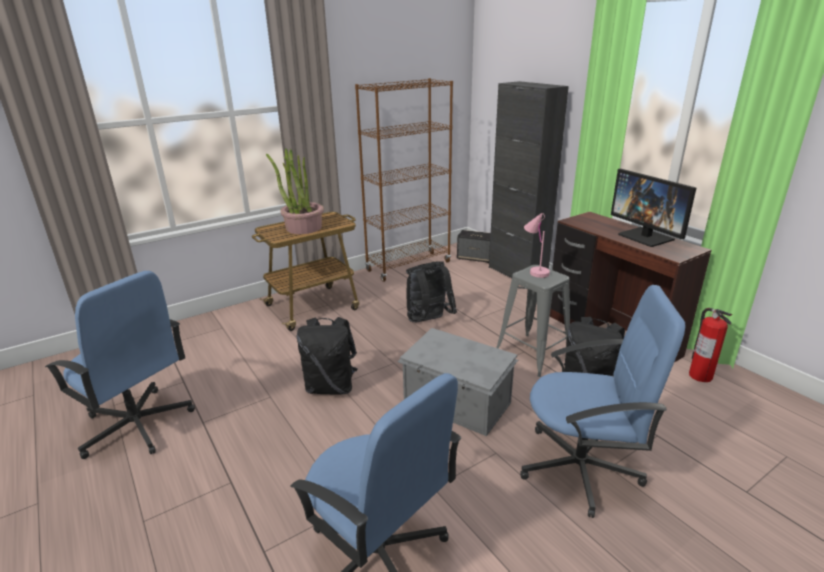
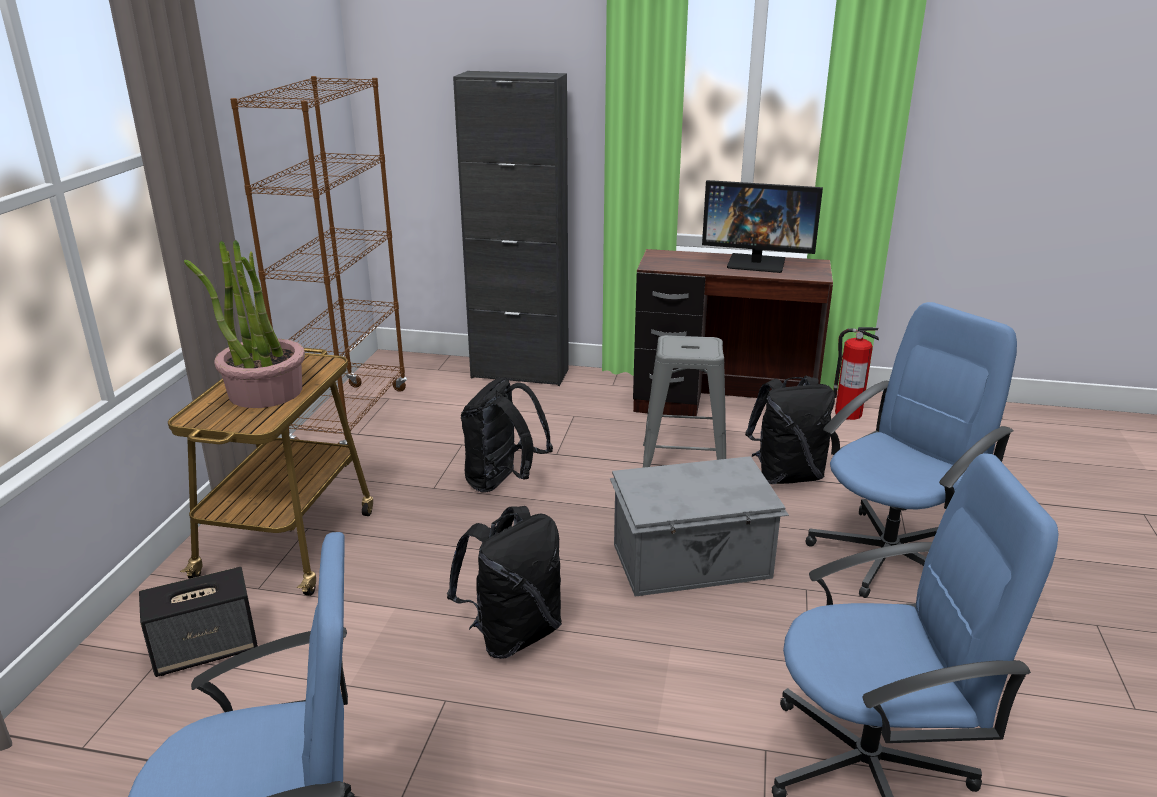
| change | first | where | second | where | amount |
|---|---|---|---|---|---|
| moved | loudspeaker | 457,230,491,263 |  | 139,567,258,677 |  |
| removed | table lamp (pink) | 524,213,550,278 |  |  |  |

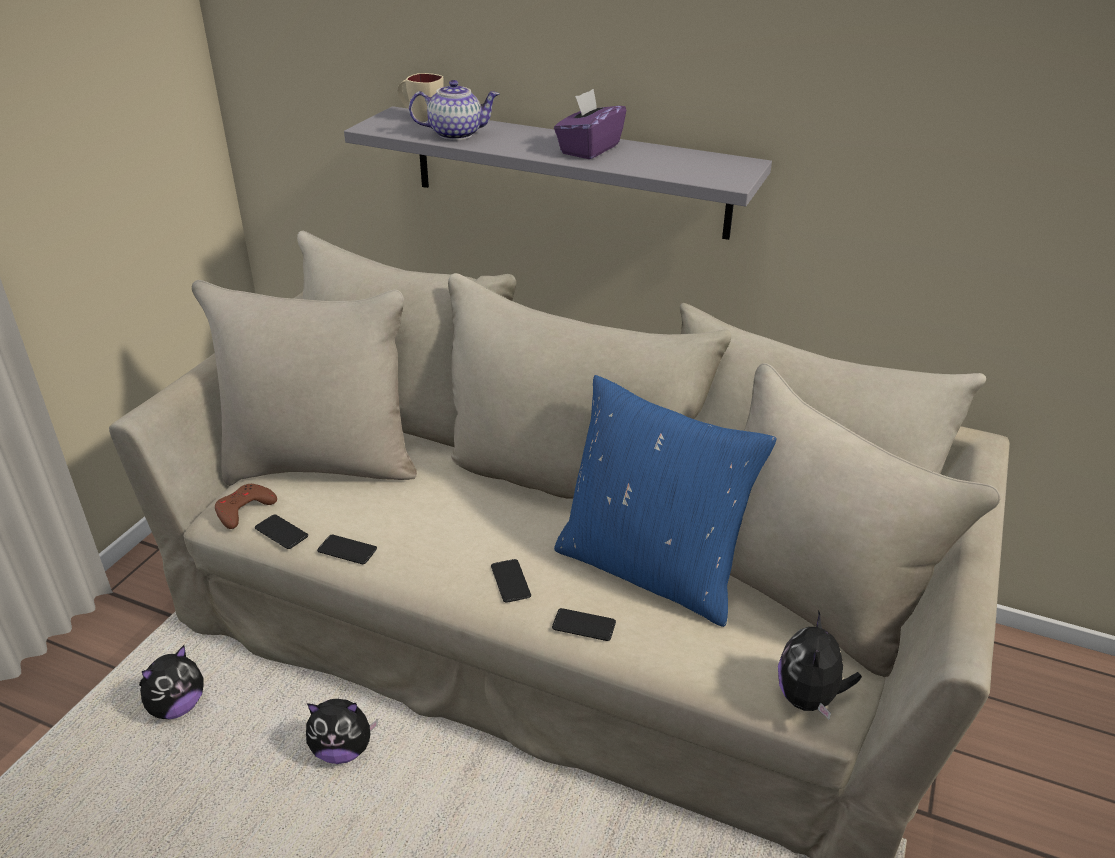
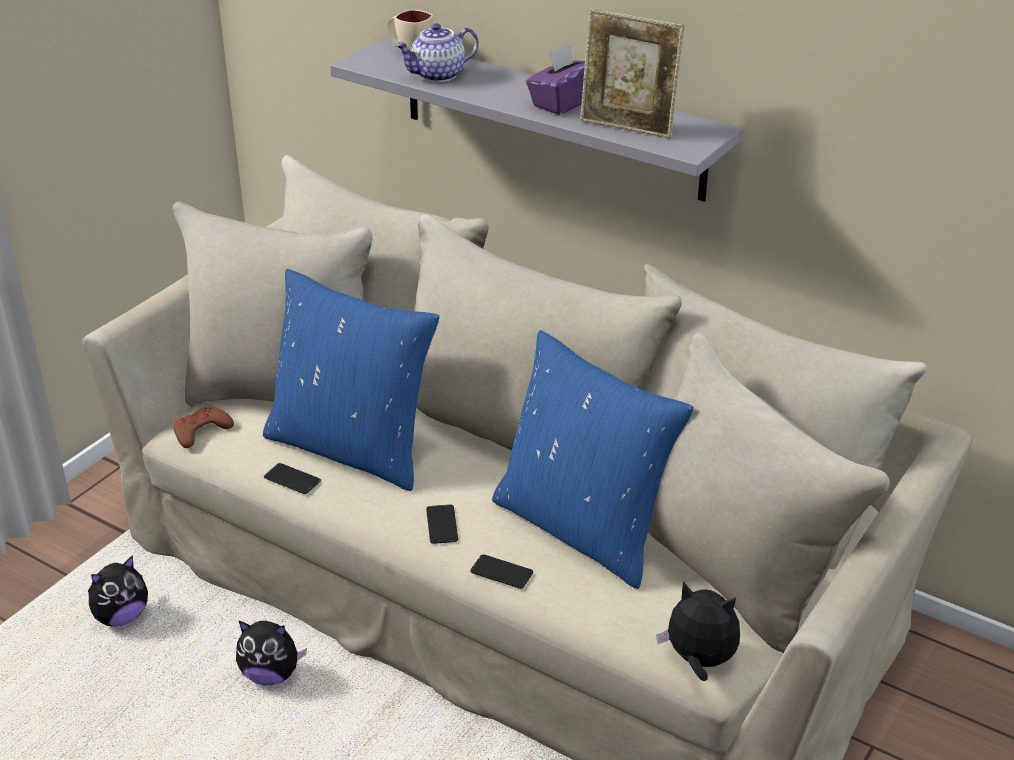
| change | first | where | second | where | amount |
|---|---|---|---|---|---|
| added |  |  | pillow (blue) | 263,269,439,491 |  |
| turned | tea pot | 409,80,499,140 |  | 395,23,479,82 | 150 degrees clockwise |
| added |  |  | photo frame | 580,8,685,139 |  |
| turned | soft toy | 778,610,862,719 |  | 656,581,740,681 | 90 degrees clockwise |
| removed | handset | 255,514,308,549 |  |  |  |

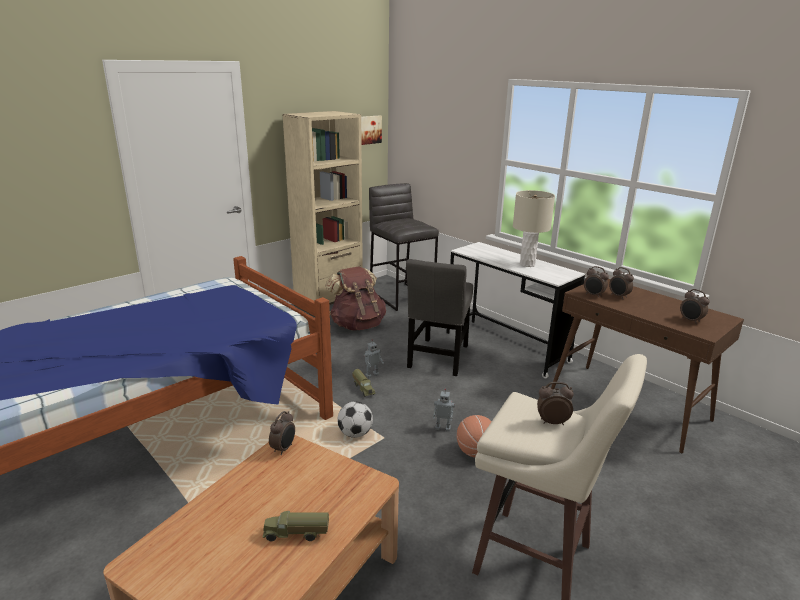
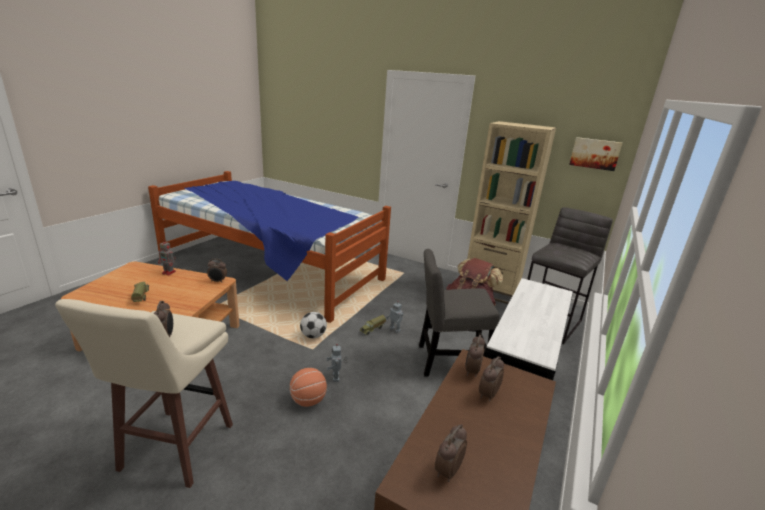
| change | first | where | second | where | amount |
|---|---|---|---|---|---|
| added |  |  | model robot | 158,239,176,275 |  |
| removed | table lamp (sand-coloured) | 513,190,555,267 |  |  |  |

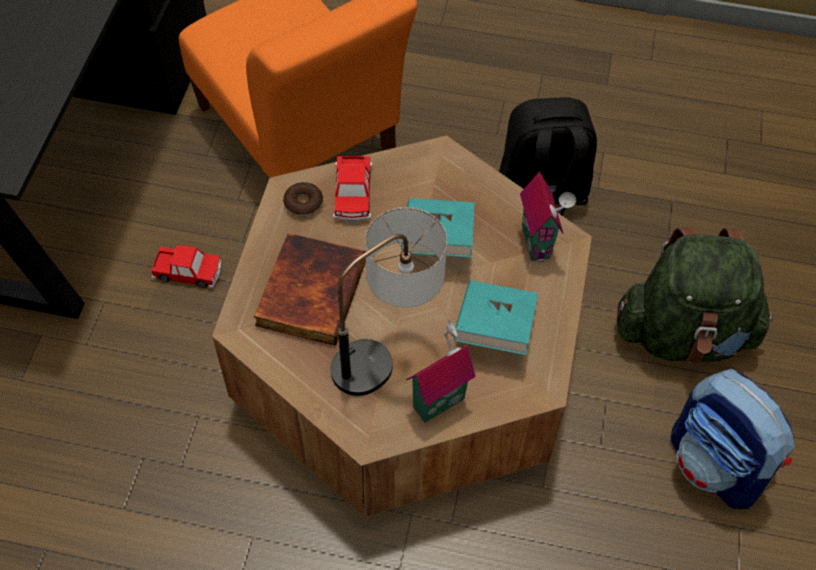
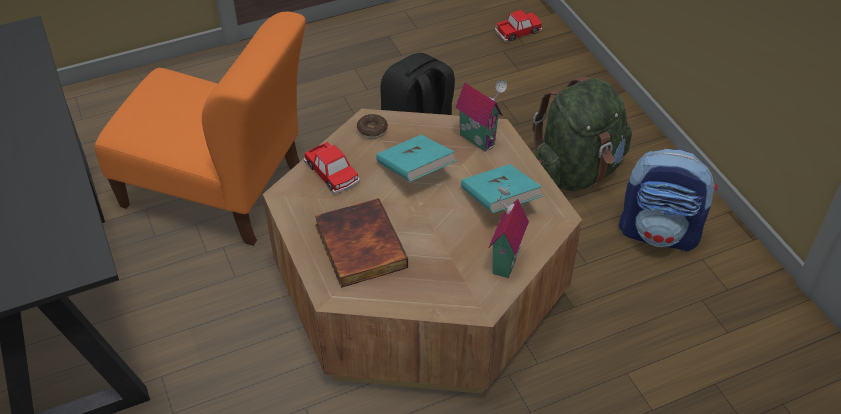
| change | first | where | second | where | amount |
|---|---|---|---|---|---|
| moved | ring doughnut | 283,182,323,217 |  | 357,114,388,139 |  |
| moved | miniature car | 152,245,222,289 |  | 495,10,542,42 |  |
| removed | table lamp | 331,207,447,396 |  |  |  |

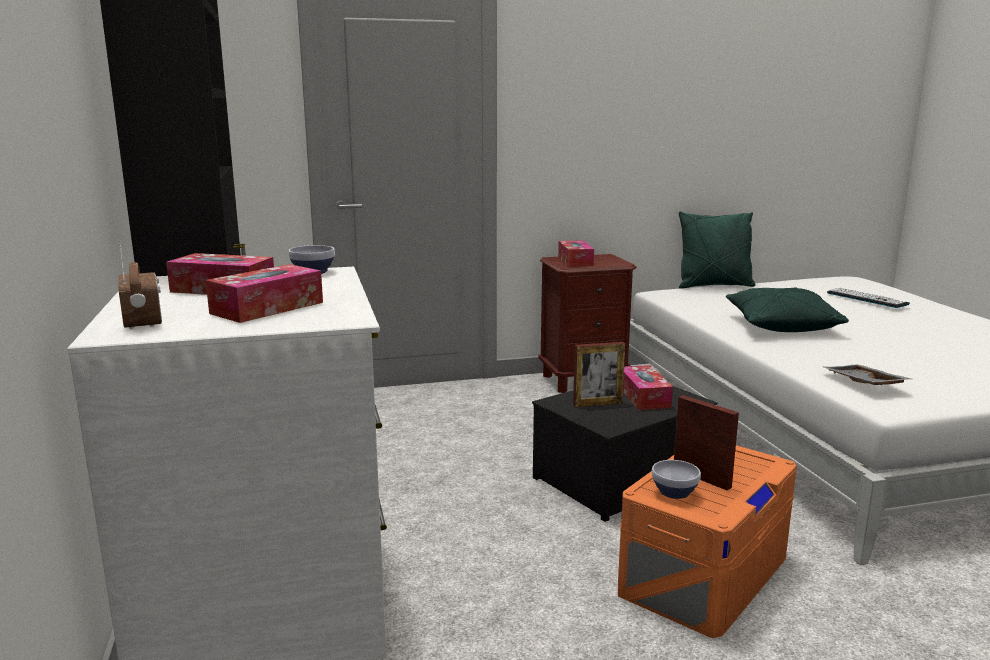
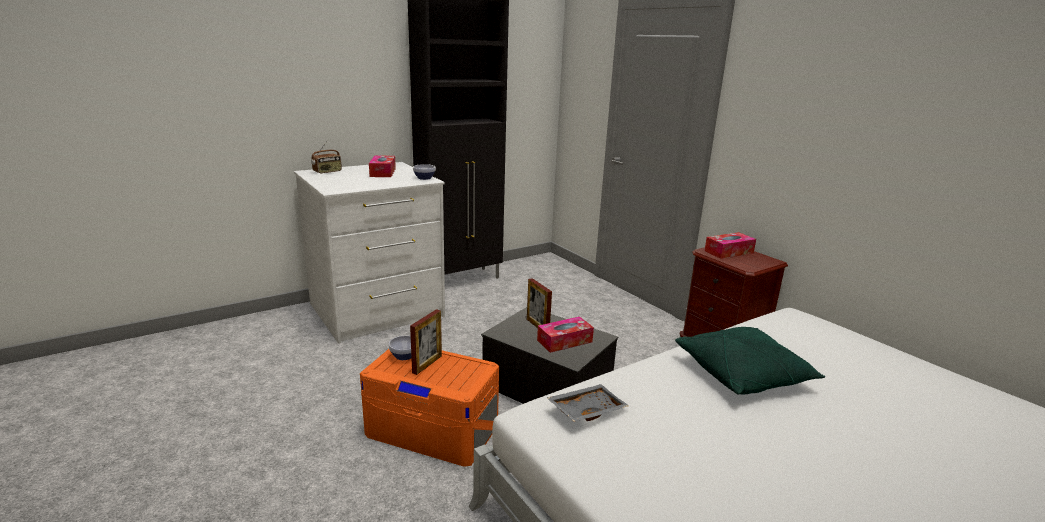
| change | first | where | second | where | amount |
|---|---|---|---|---|---|
| removed | box of tissues | 206,264,323,323 |  |  |  |
| removed | pillow (green) | 679,211,756,289 |  |  |  |
| removed | keyboard | 827,288,910,308 |  |  |  |

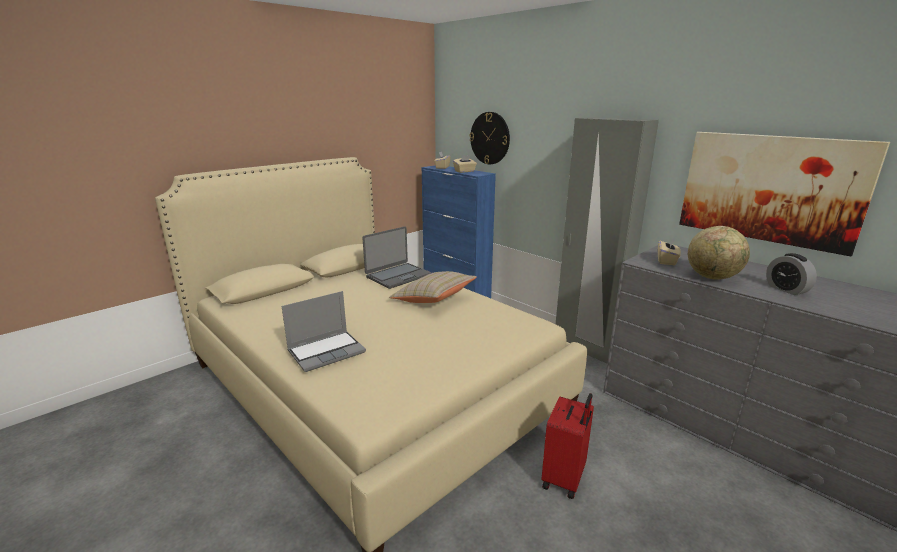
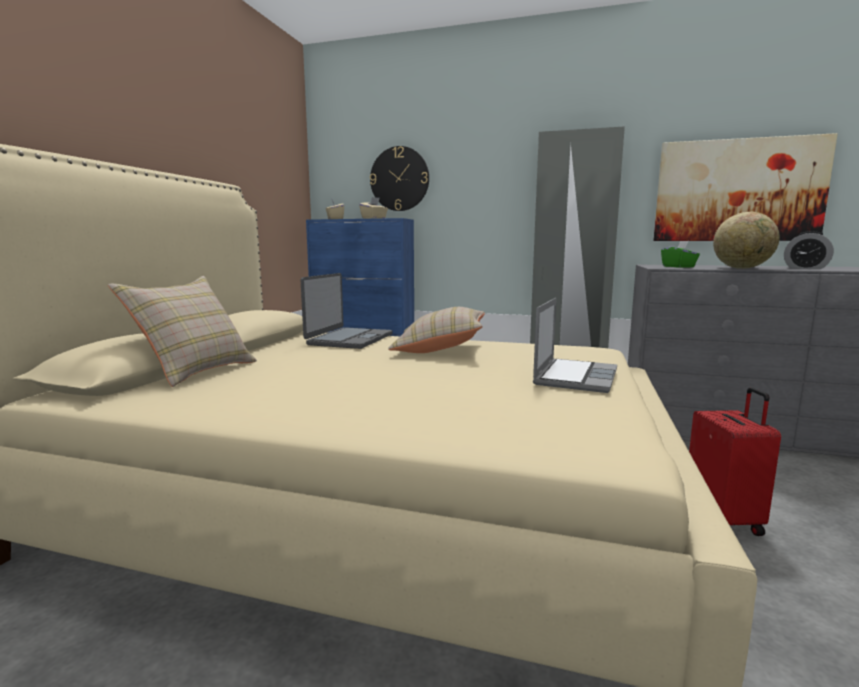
| change | first | where | second | where | amount |
|---|---|---|---|---|---|
| added |  |  | pillow (sand-coloured) | 108,276,257,387 |  |
| moved | laptop | 282,291,366,372 |  | 533,298,617,393 |  |
| recoloured | box of tissues (sand-coloured) | 658,237,681,265 | box of tissues (green) | 661,241,700,267 |  |

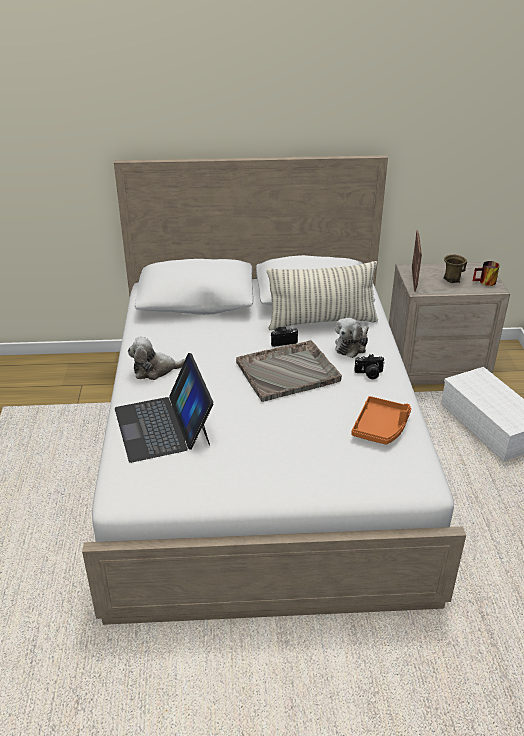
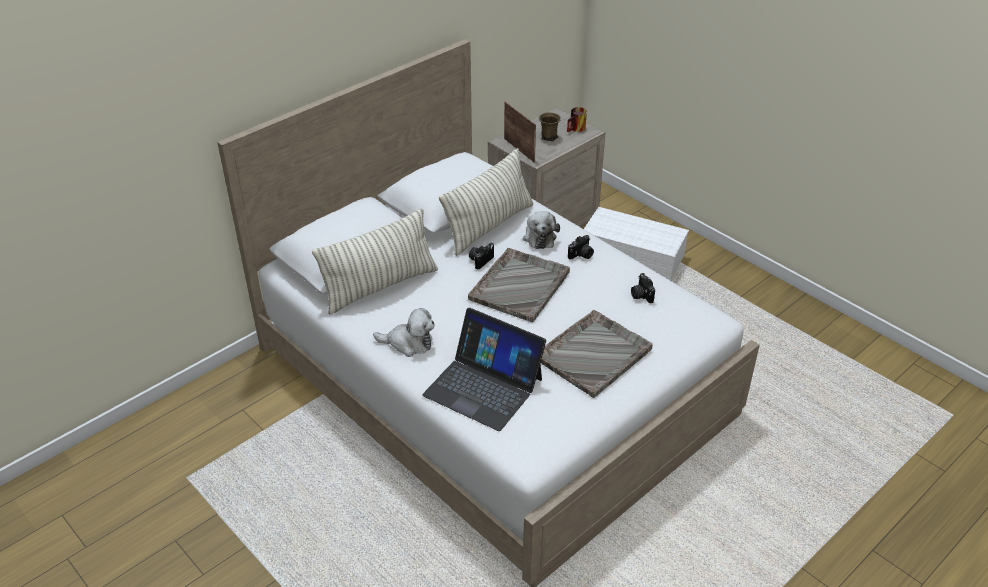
| change | first | where | second | where | amount |
|---|---|---|---|---|---|
| added |  |  | pillow | 312,208,438,314 |  |
| turned | soft toy | 128,337,185,380 |  | 373,308,434,357 | 120 degrees counterclockwise |
| added |  |  | serving tray (greyish) | 541,310,653,398 |  |
| replaced | serving tray (orange-coloured) | 351,396,411,445 | photo camera | 631,273,655,303 |  |

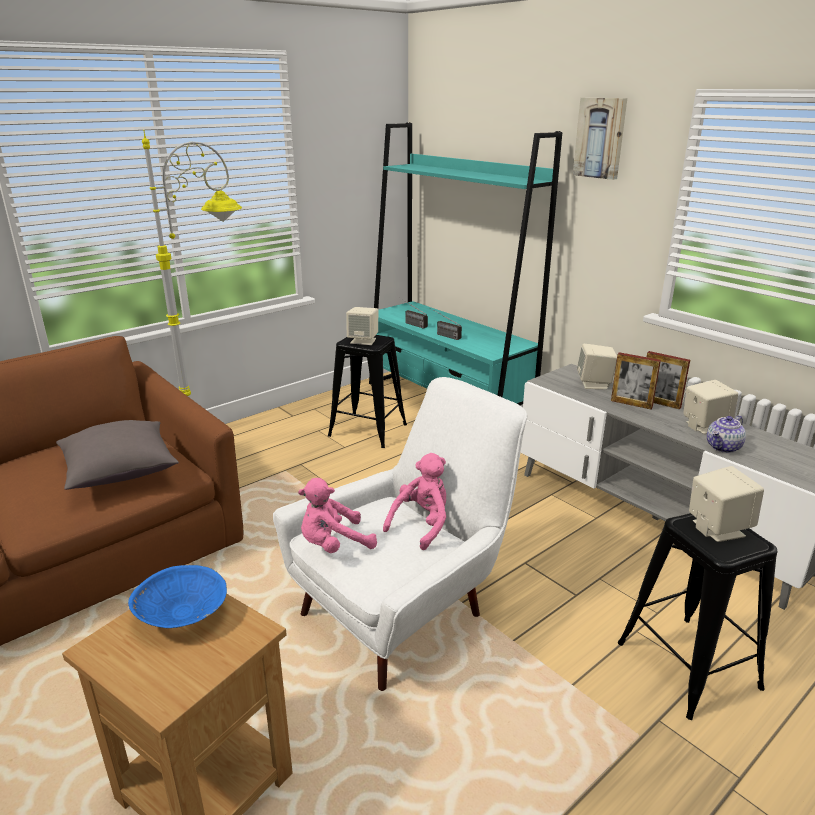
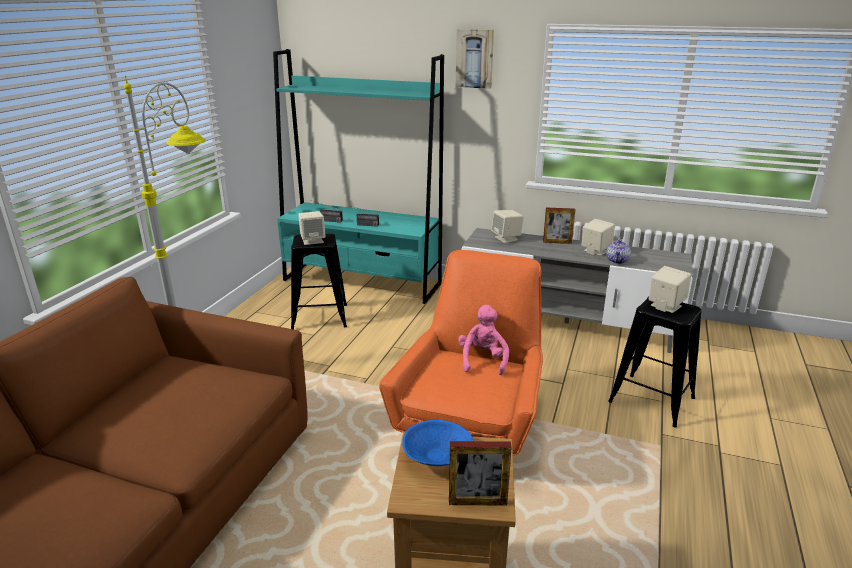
| change | first | where | second | where | amount |
|---|---|---|---|---|---|
| recoloured | lounge chair (whitish) | 273,377,528,691 | lounge chair (orange-coloured) | 379,250,543,456 |  |
| moved | photo frame | 611,352,661,409 |  | 449,441,512,506 |  |
| removed | pillow (greyish) | 56,420,179,490 |  |  |  |
| removed | soft toy (pink) | 298,478,377,553 |  |  |  |

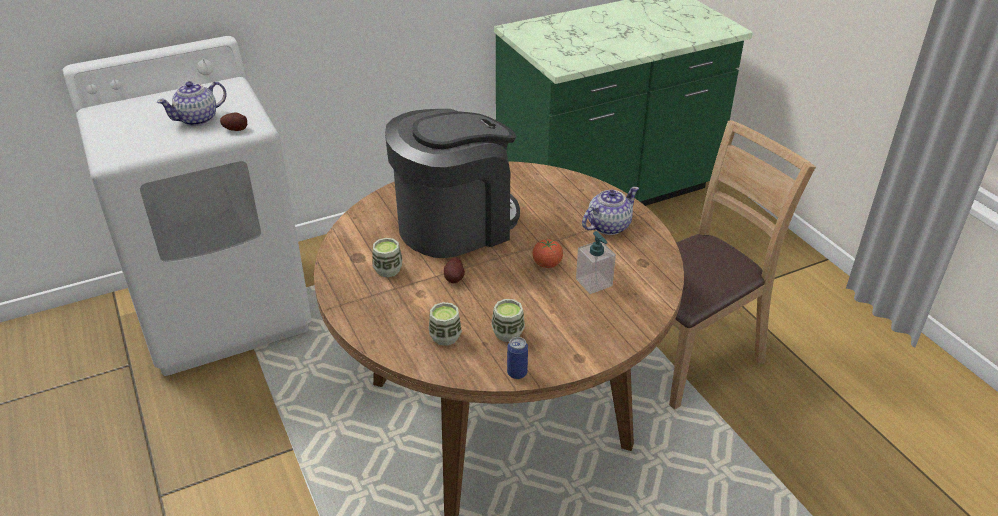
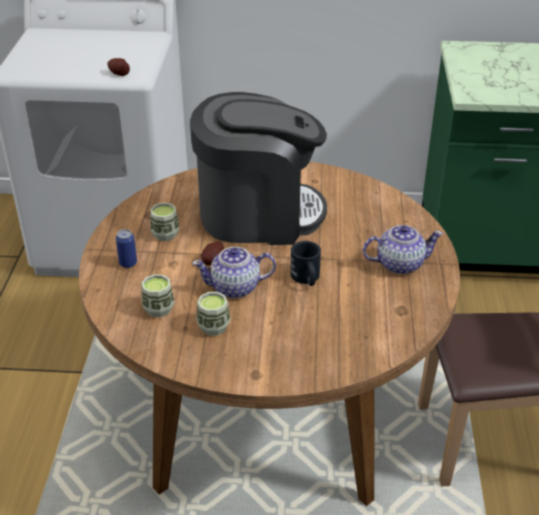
| change | first | where | second | where | amount |
|---|---|---|---|---|---|
| moved | sealed can | 507,337,528,379 |  | 116,229,137,268 |  |
| moved | tea pot | 157,81,226,126 |  | 192,247,276,298 |  |
| replaced | whole tomato | 532,239,563,268 | tea mug (black-coloured) | 290,241,321,286 |  |
| removed | soap dispenser | 576,231,616,294 |  |  |  |

